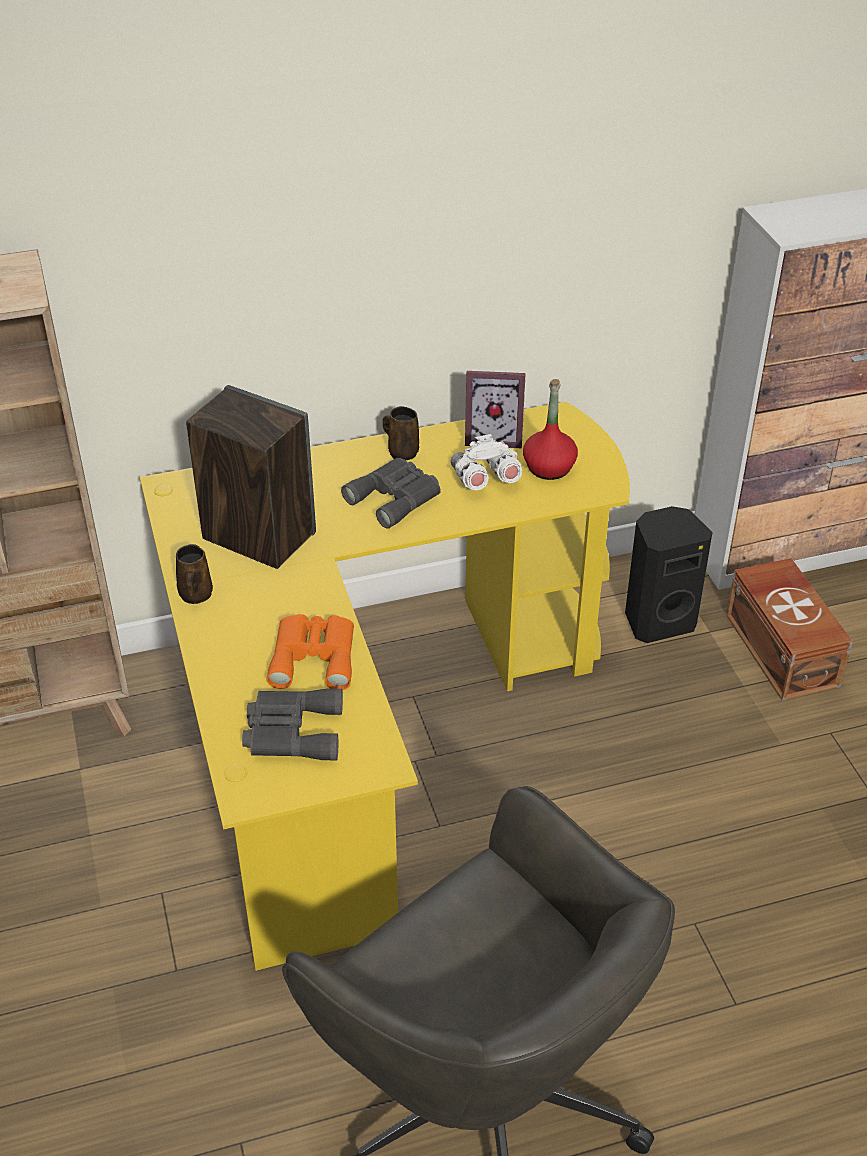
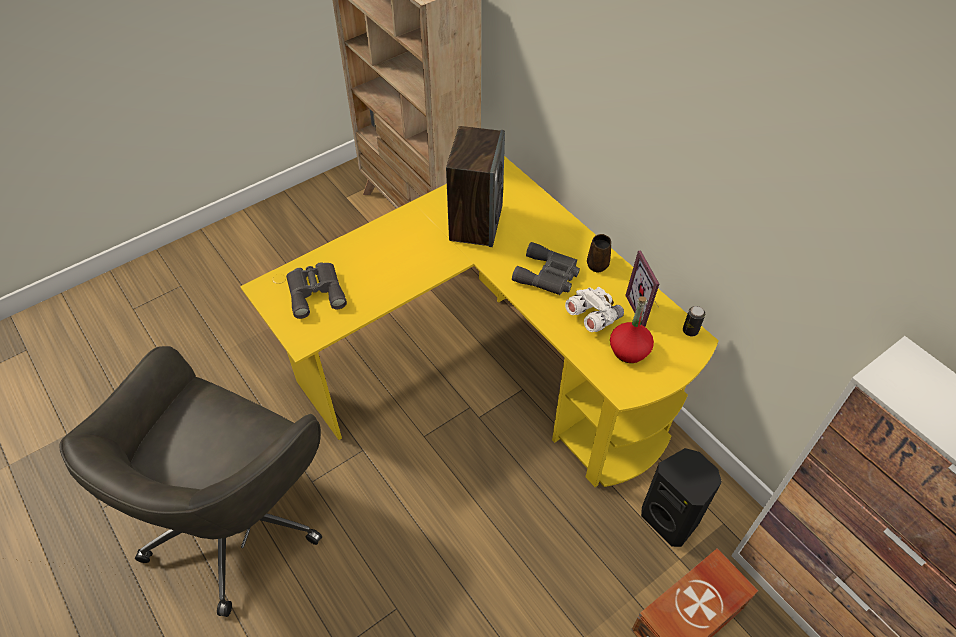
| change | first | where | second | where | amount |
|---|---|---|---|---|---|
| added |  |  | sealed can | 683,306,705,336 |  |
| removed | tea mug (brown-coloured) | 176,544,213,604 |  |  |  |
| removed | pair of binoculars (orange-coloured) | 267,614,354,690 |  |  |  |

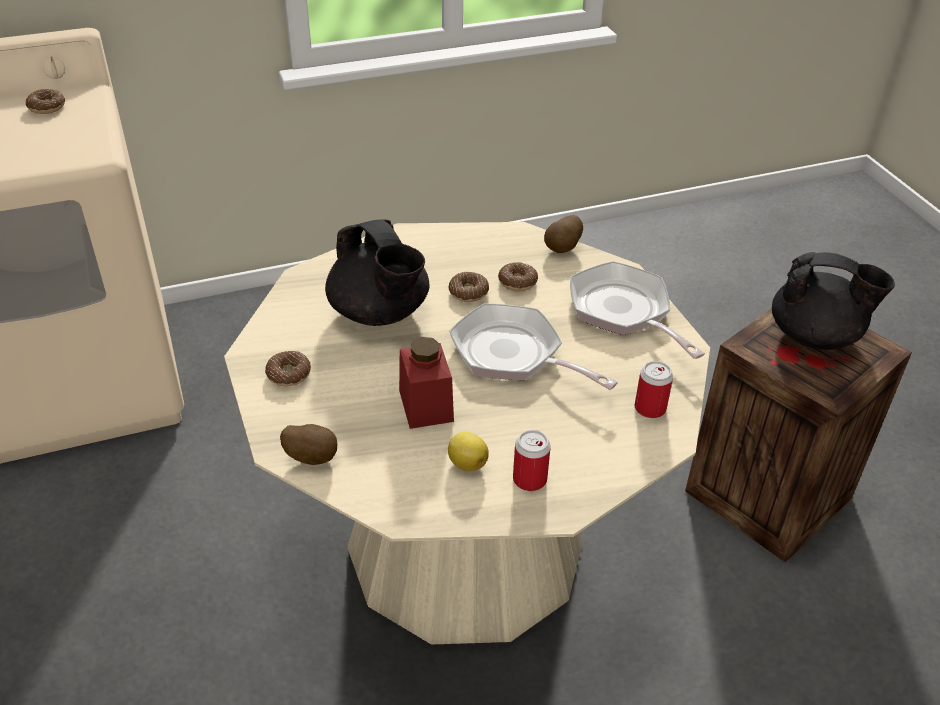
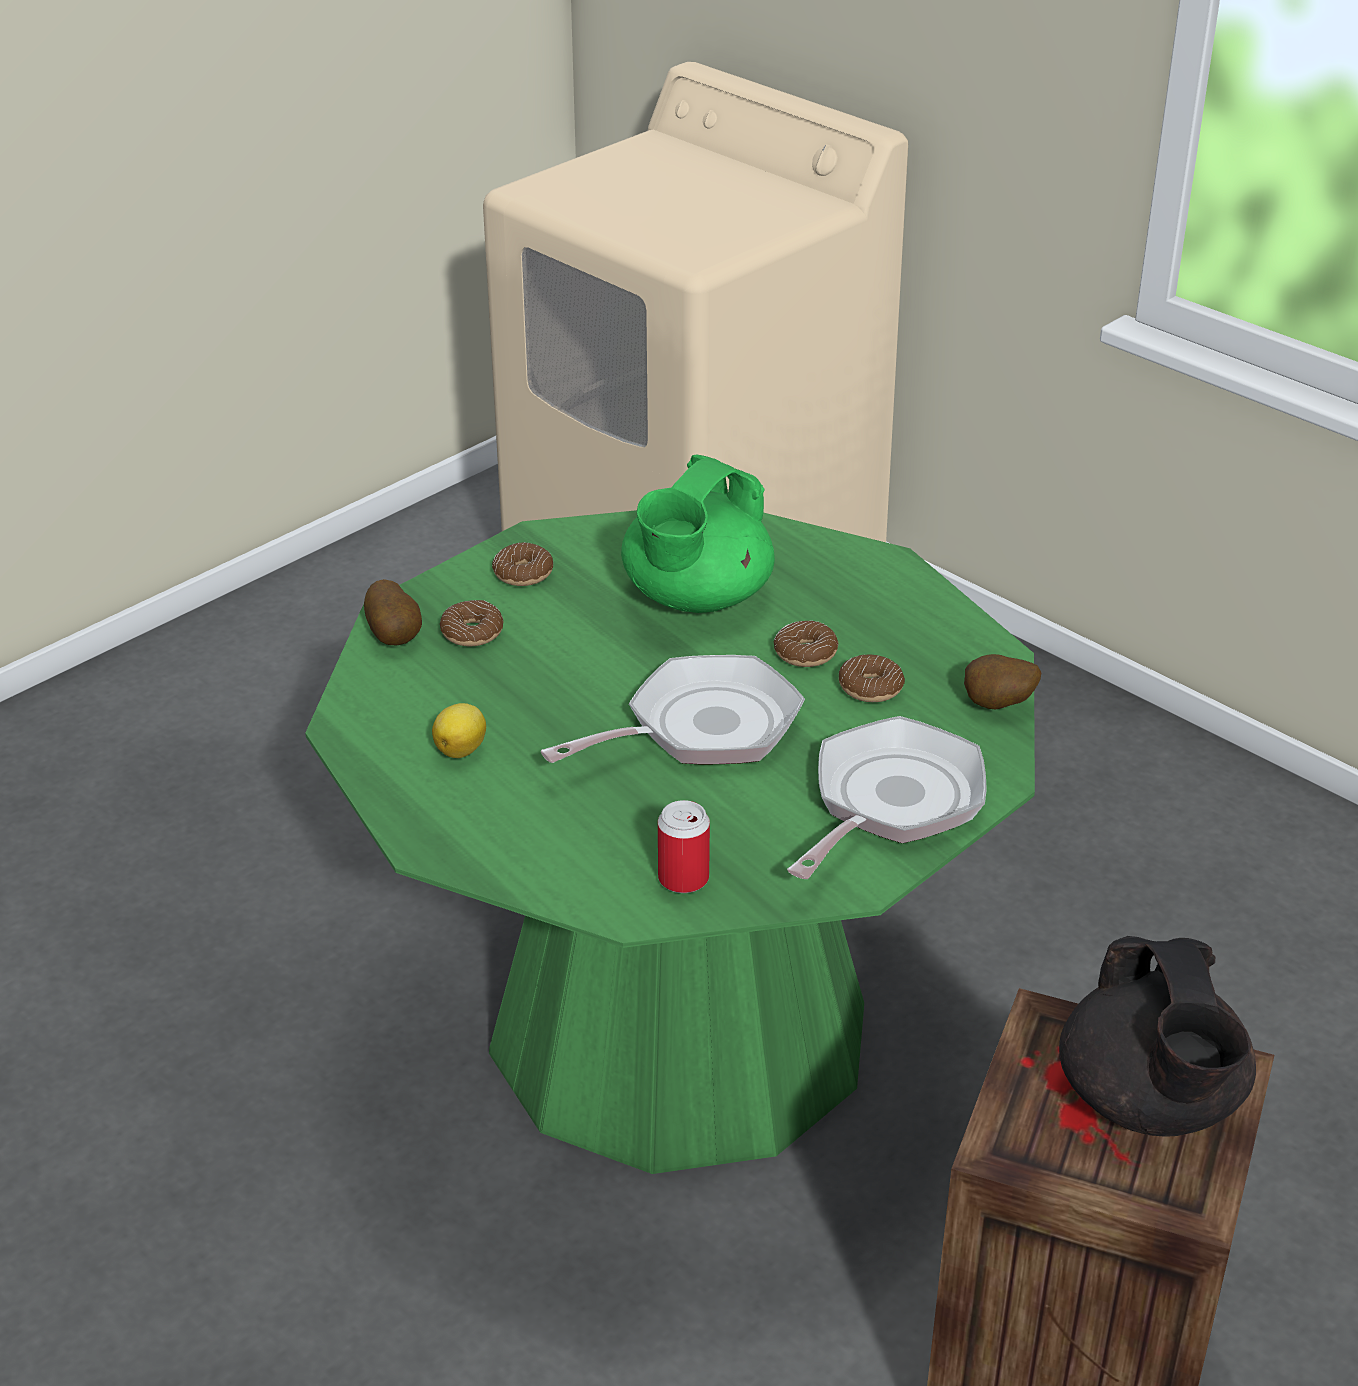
| change | first | where | second | where | amount |
|---|---|---|---|---|---|
| recoloured | dining table (sand-coloured) | 224,222,710,645 | dining table (green) | 305,510,1035,1174 |  |
| moved | ring doughnut | 26,89,65,114 |  | 440,600,504,647 |  |
| turned | skillet | 449,303,618,390 |  | 541,655,805,765 | 45 degrees clockwise |
| recoloured | tea pot (black-coloured) | 325,219,429,326 | tea pot (green) | 621,454,775,613 |  |
| removed | storage jar (reddish) | 399,337,454,429 |  |  |  |
| removed | sealed can | 513,430,551,491 |  |  |  |

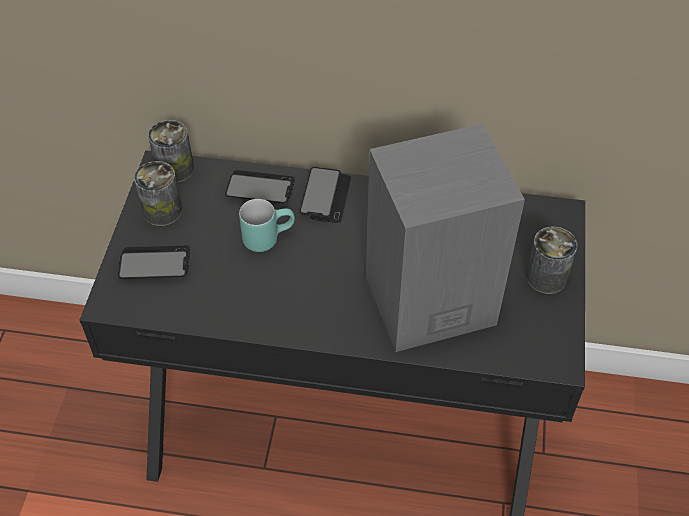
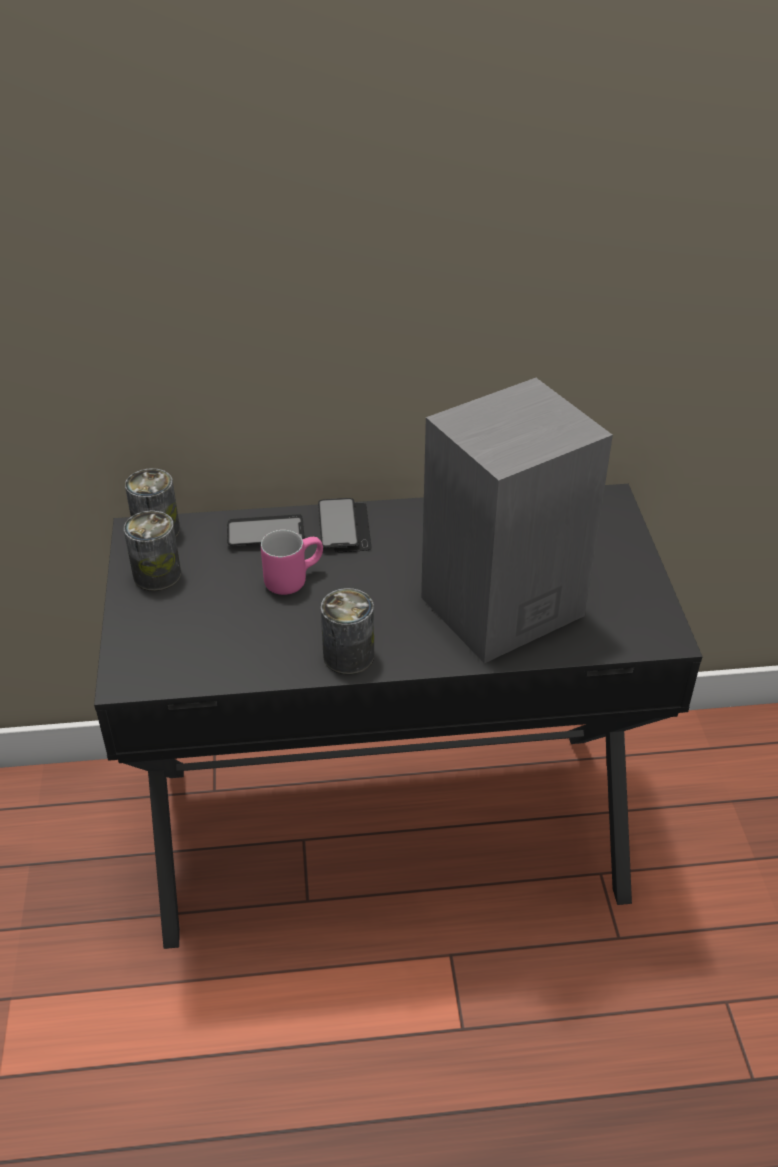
| change | first | where | second | where | amount |
|---|---|---|---|---|---|
| recoloured | tea mug (blue-green) | 239,199,295,252 | tea mug (pink) | 261,530,323,595 |  |
| moved | sealed can | 526,226,578,294 |  | 321,588,374,674 |  |
| removed | handset | 118,246,190,279 |  |  |  |

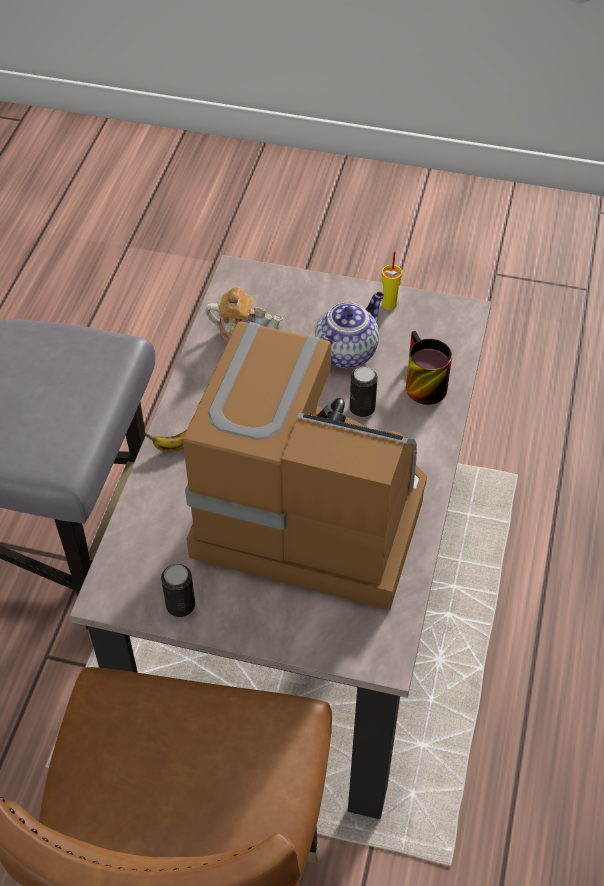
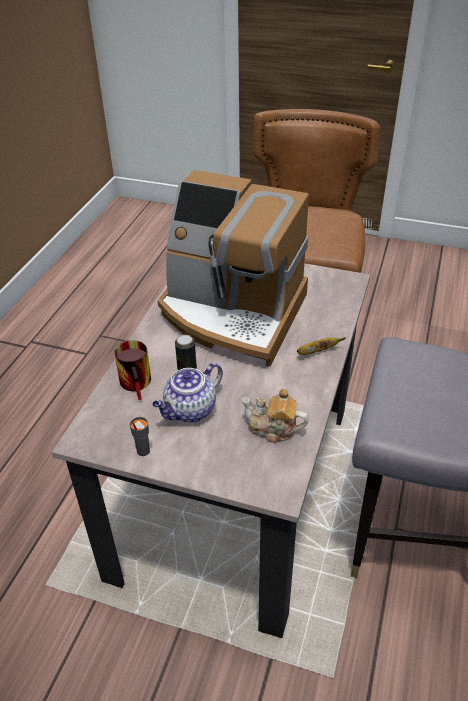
| change | first | where | second | where | amount |
|---|---|---|---|---|---|
| recoloured | drinking cup (yellow) | 382,251,402,310 | drinking cup (greyish) | 130,417,150,456 |  |
| removed | sealed can | 161,564,195,617 |  |  |  |

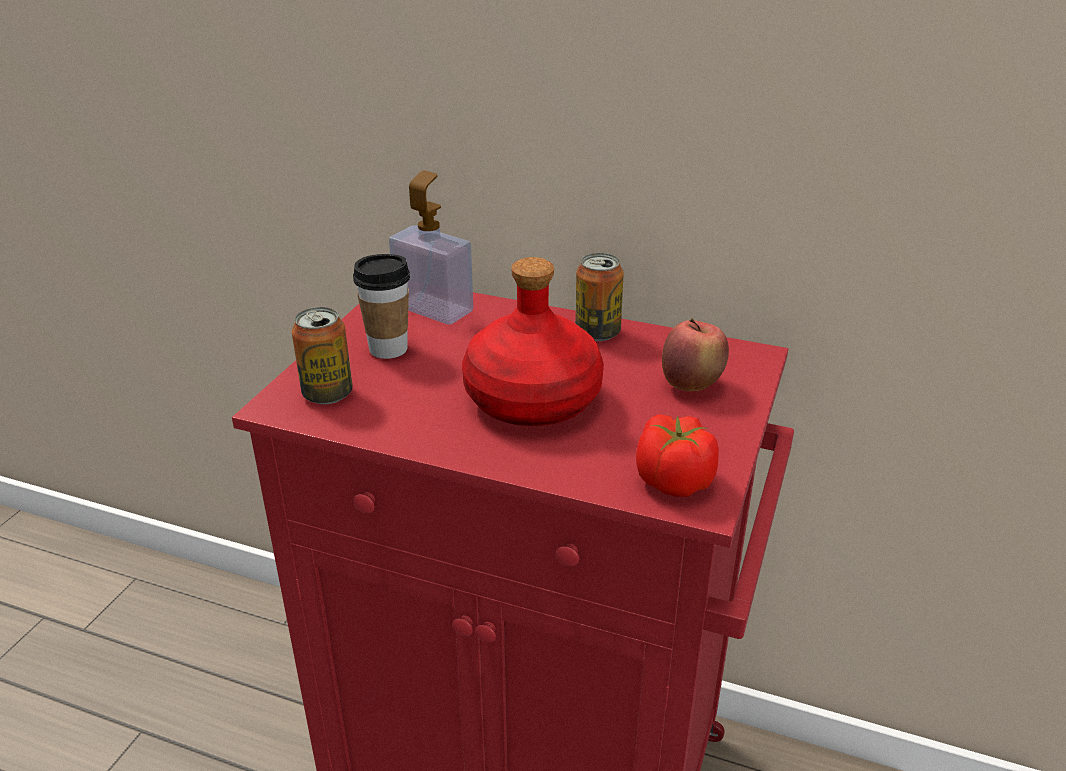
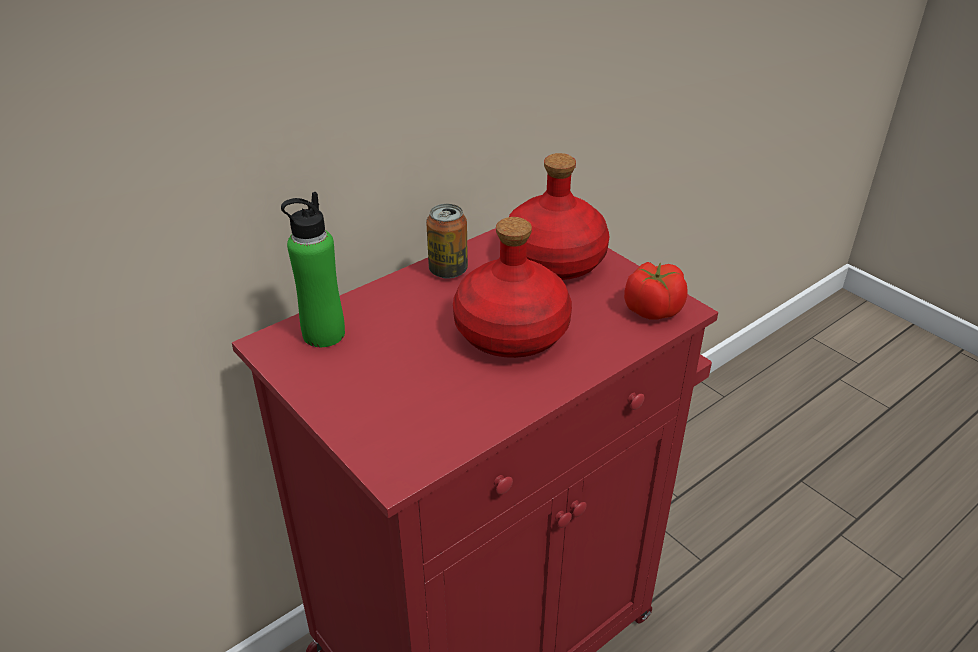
| change | first | where | second | where | amount |
|---|---|---|---|---|---|
| replaced | soap dispenser | 389,170,473,325 | beverage bottle (green) | 281,192,345,347 |  |
| replaced | apple | 662,318,729,391 | beverage bottle (reddish) | 509,153,610,280 |  |
| removed | sealed can | 292,307,353,404 |  |  |  |
| removed | drinking cup | 353,254,410,359 |  |  |  |

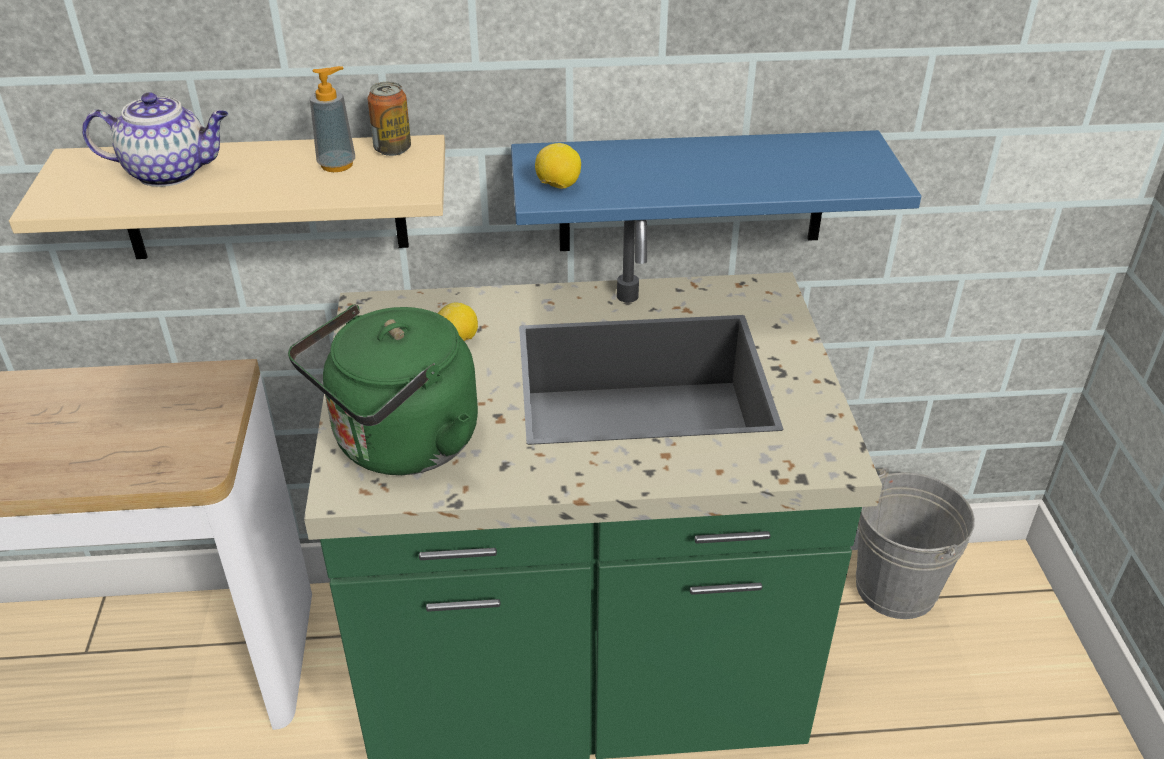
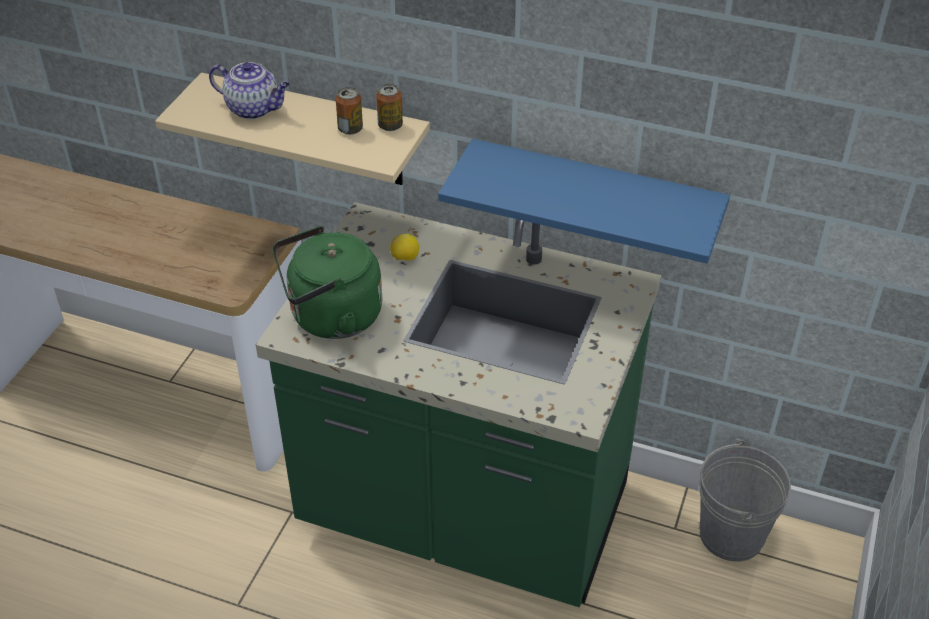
| change | first | where | second | where | amount |
|---|---|---|---|---|---|
| replaced | soap dispenser | 310,66,355,172 | sealed can | 336,87,363,135 |  |
| removed | citrus fruit | 535,143,581,189 |  |  |  |

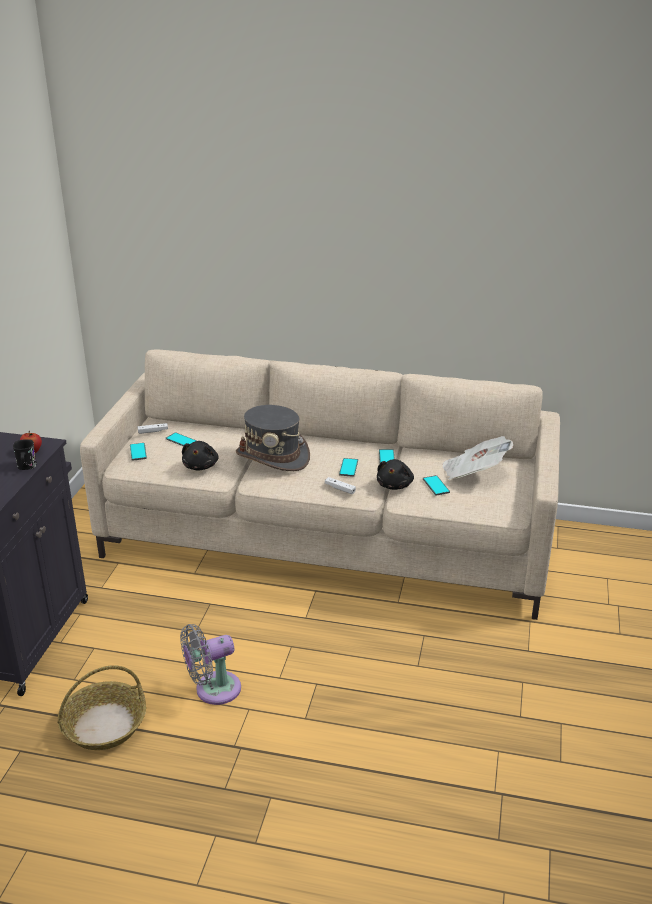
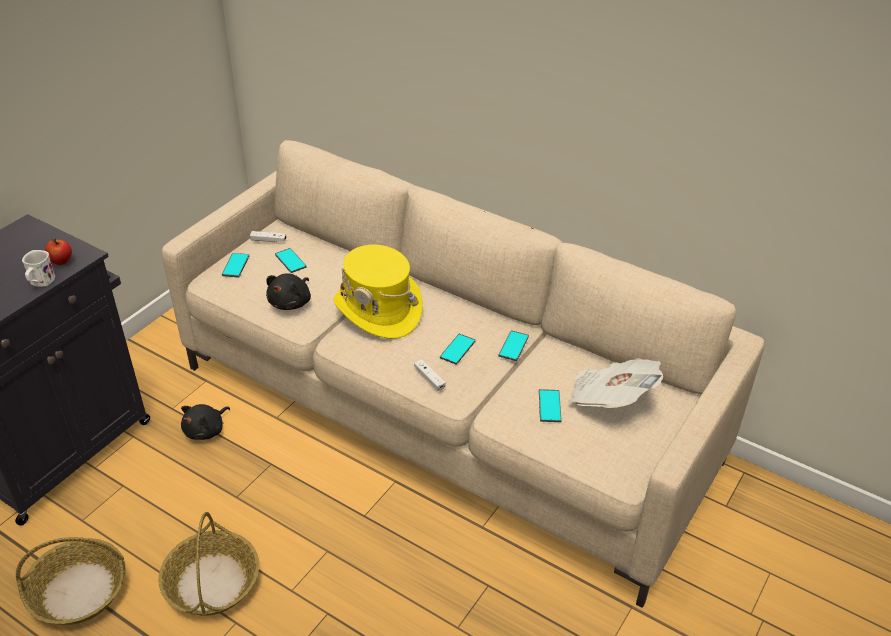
| change | first | where | second | where | amount |
|---|---|---|---|---|---|
| recoloured | tea mug (black-coloured) | 13,439,37,470 | tea mug (whitish) | 22,250,55,287 |  |
| replaced | electric fan (greyish) | 180,624,241,705 | storage basket | 158,512,259,616 |  |
| moved | soft toy (black-coloured) | 377,459,414,490 |  | 181,404,230,440 |  |
| recoloured | hat (greyish) | 236,405,310,471 | hat (yellow) | 334,245,423,339 |  |

